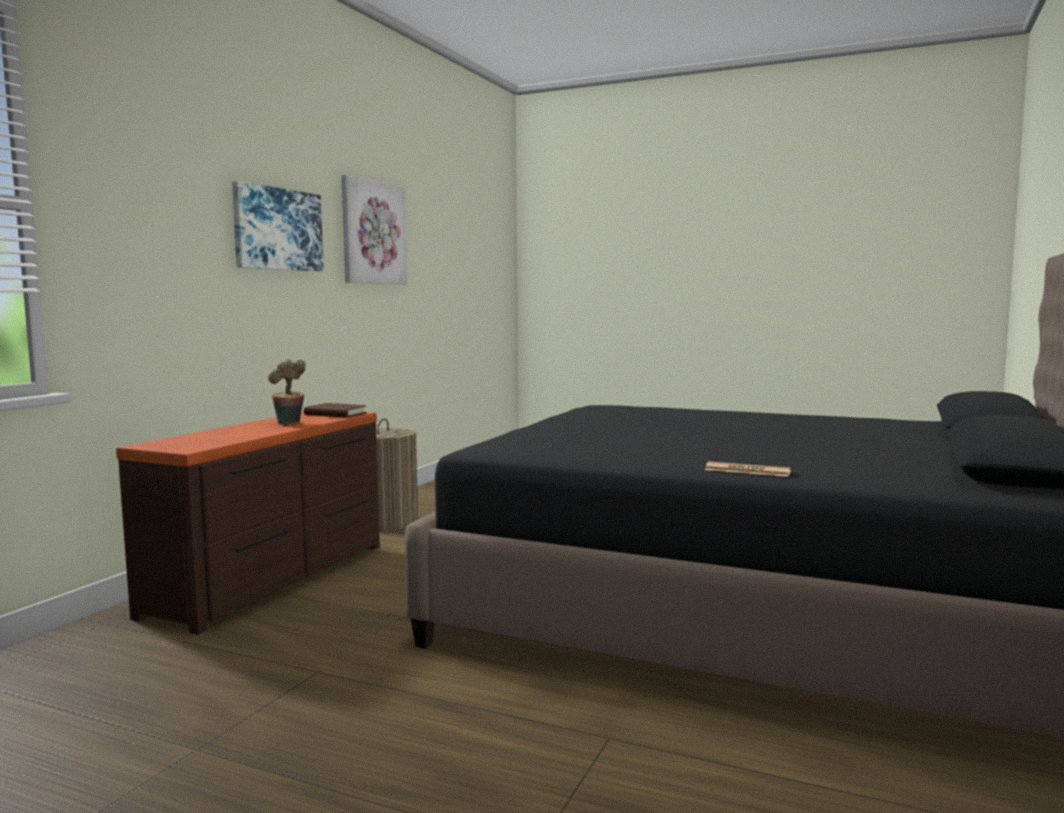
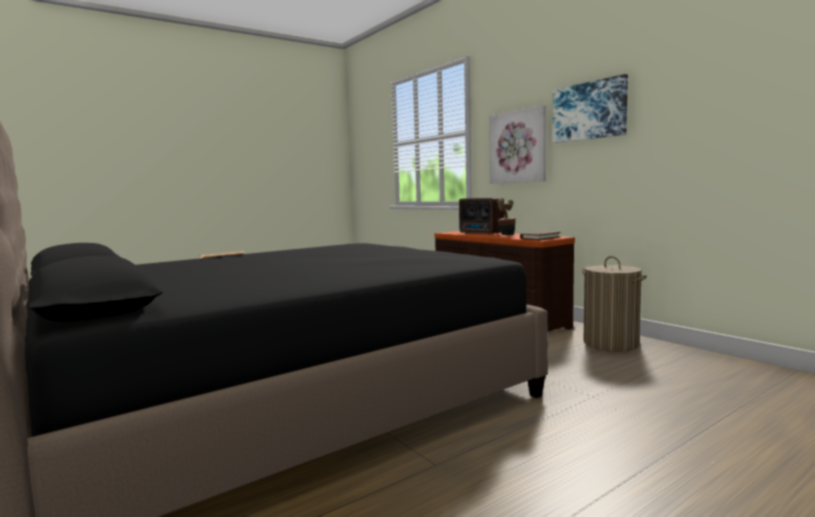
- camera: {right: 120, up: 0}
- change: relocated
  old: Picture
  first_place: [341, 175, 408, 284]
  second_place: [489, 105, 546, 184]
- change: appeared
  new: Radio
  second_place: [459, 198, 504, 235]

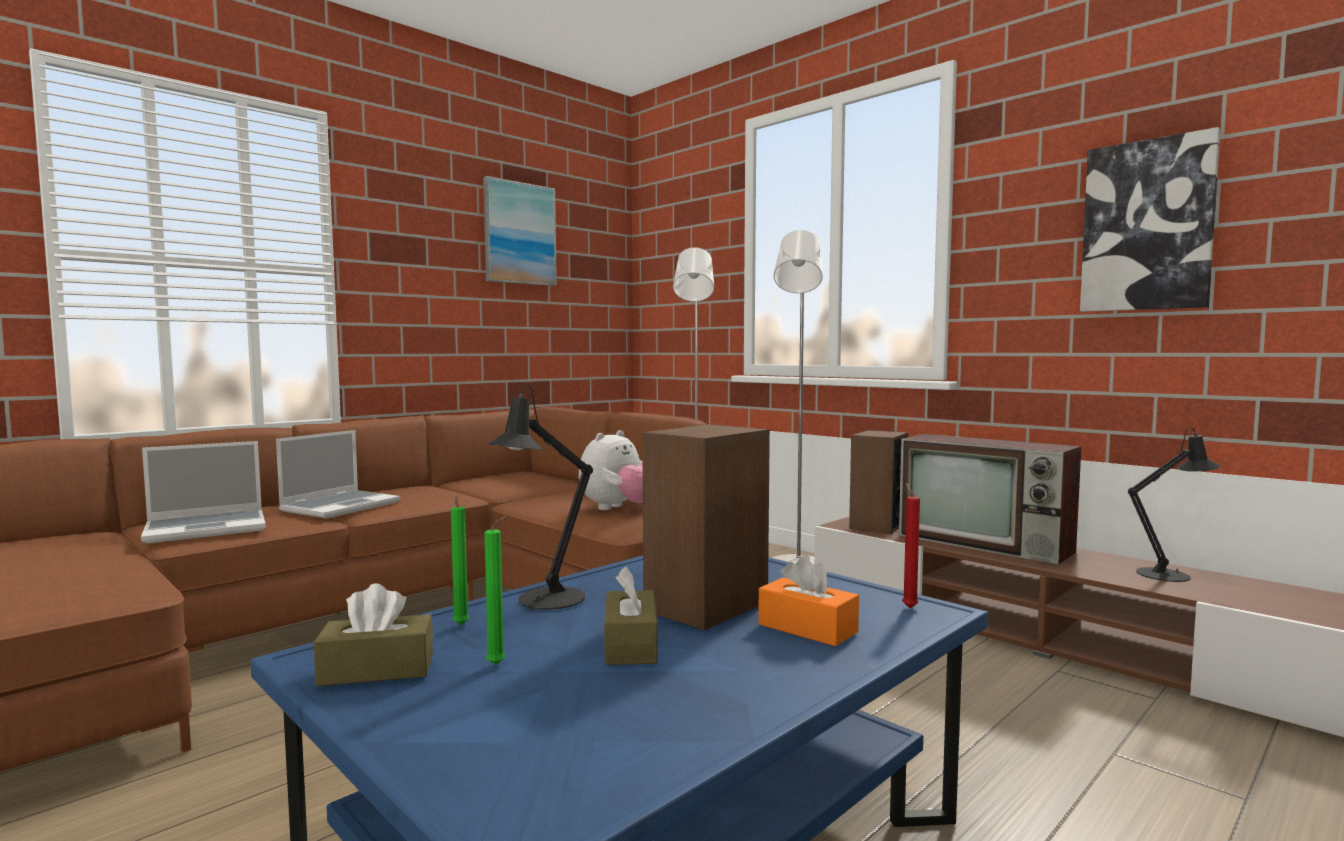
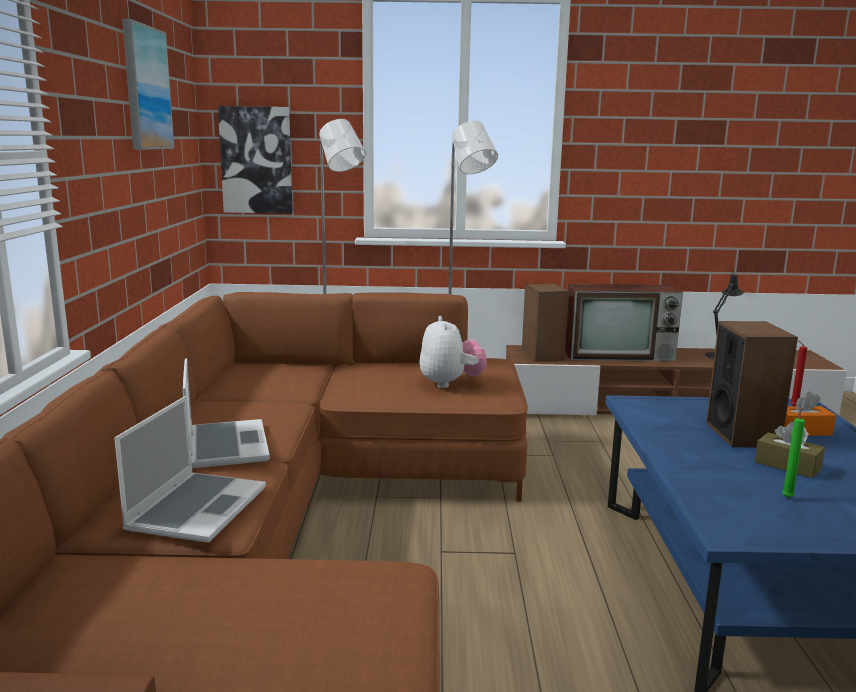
- camera: {right: -45, up: 10}
- change: missing
  old: BrownTissueBox
  first_place: [314, 584, 433, 686]
- change: missing
  old: GreenCandle
  first_place: [451, 492, 470, 625]
- change: missing
  old: BlackTableLamp
  first_place: [488, 384, 593, 610]
- change: relocated
  old: Picture
  first_place: [1080, 127, 1220, 312]
  second_place: [218, 106, 293, 214]

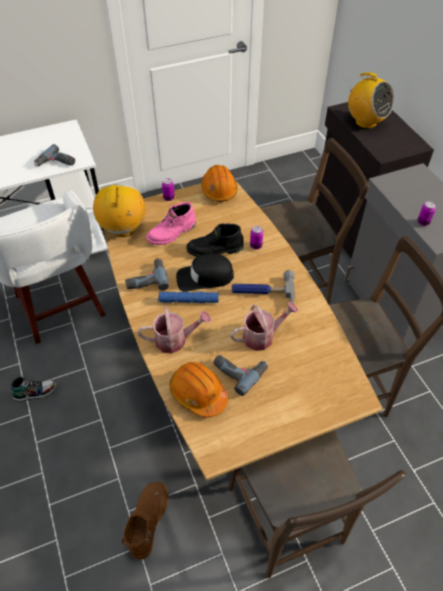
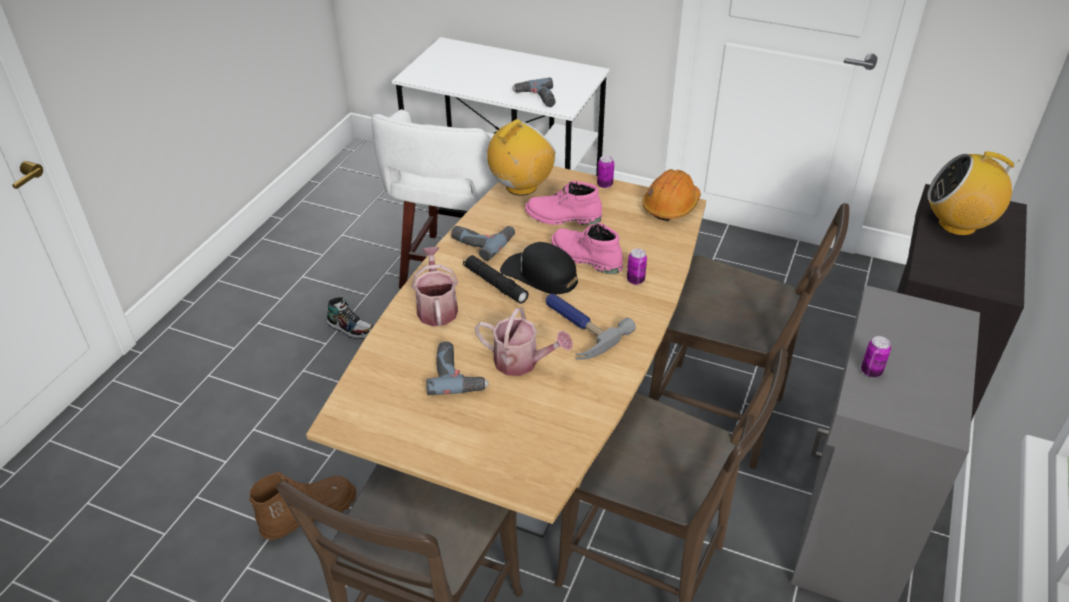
- camera: {right: 45, up: -10}
- change: spun
  old: WateringCan
  first_place: [138, 307, 211, 354]
  second_place: [411, 247, 458, 326]
  degrees: -135
- change: colour
  old: BlueFlashlight
  new: BlackFlashlight
  first_place: [158, 291, 218, 303]
  second_place: [463, 255, 529, 304]
- change: missing
  old: OrangeHardHat
  first_place: [170, 362, 228, 418]
- change: colour
  old: BlackBoot
  new: PinkBoot
  first_place: [186, 223, 244, 257]
  second_place: [551, 223, 623, 274]
- change: spun
  old: Radio
  first_place: [348, 72, 394, 129]
  second_place: [927, 151, 1017, 236]
  degrees: 105

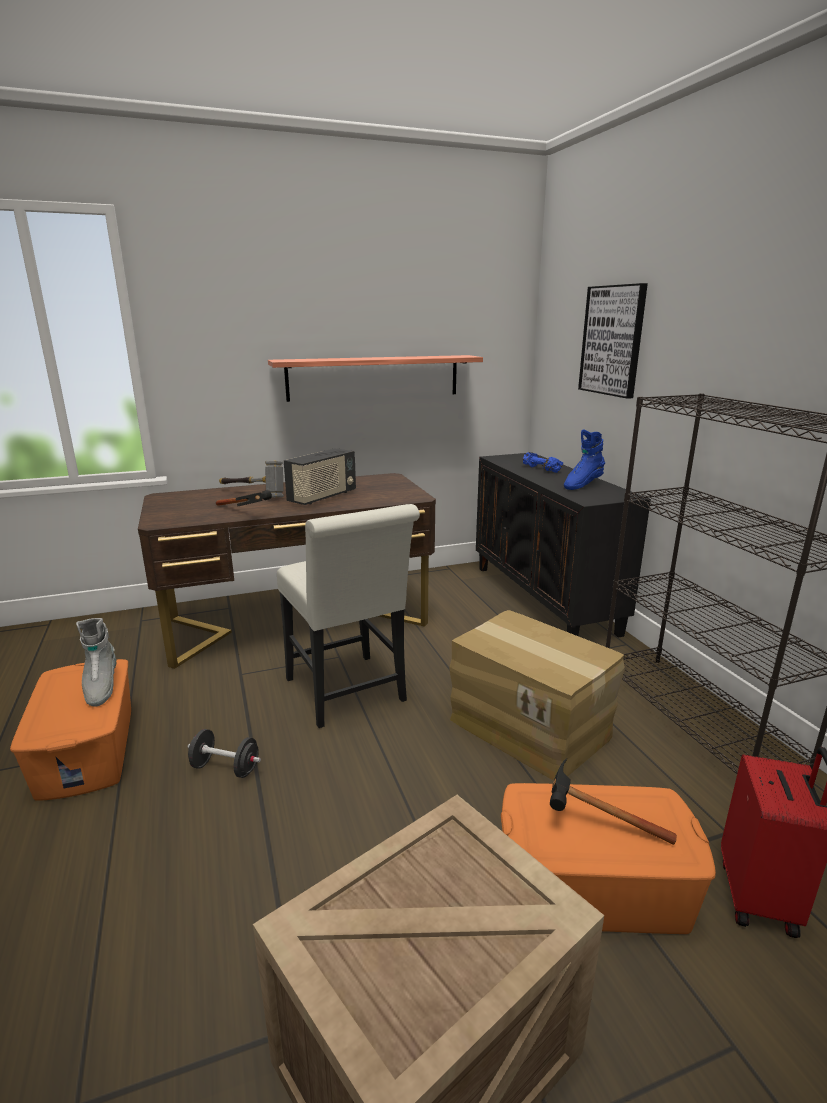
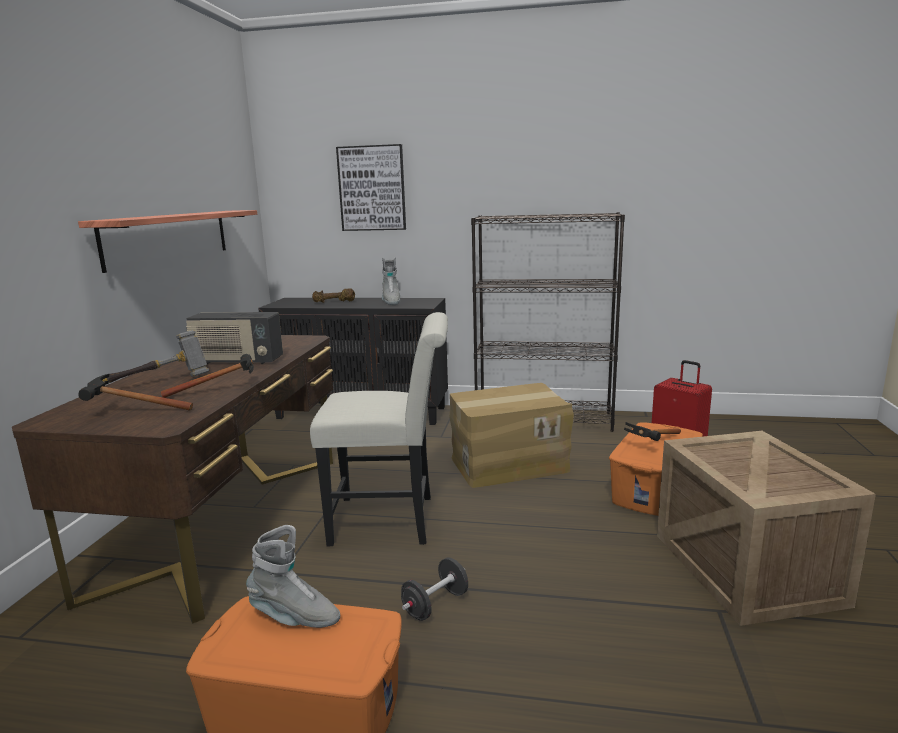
- camera: {right: -60, up: -5}
- change: spun
  old: Radio
  first_place: [284, 448, 356, 505]
  second_place: [186, 312, 283, 364]
  degrees: 120
- change: colour
  old: BlueDumbbell
  new: BrownDumbbell
  first_place: [523, 452, 563, 473]
  second_place: [312, 288, 355, 303]
- change: colour
  old: BlueBoot
  new: GreyBoot
  first_place: [564, 429, 605, 490]
  second_place: [382, 257, 400, 305]
- change: appeared
  new: Hammer
  second_place: [78, 374, 193, 410]

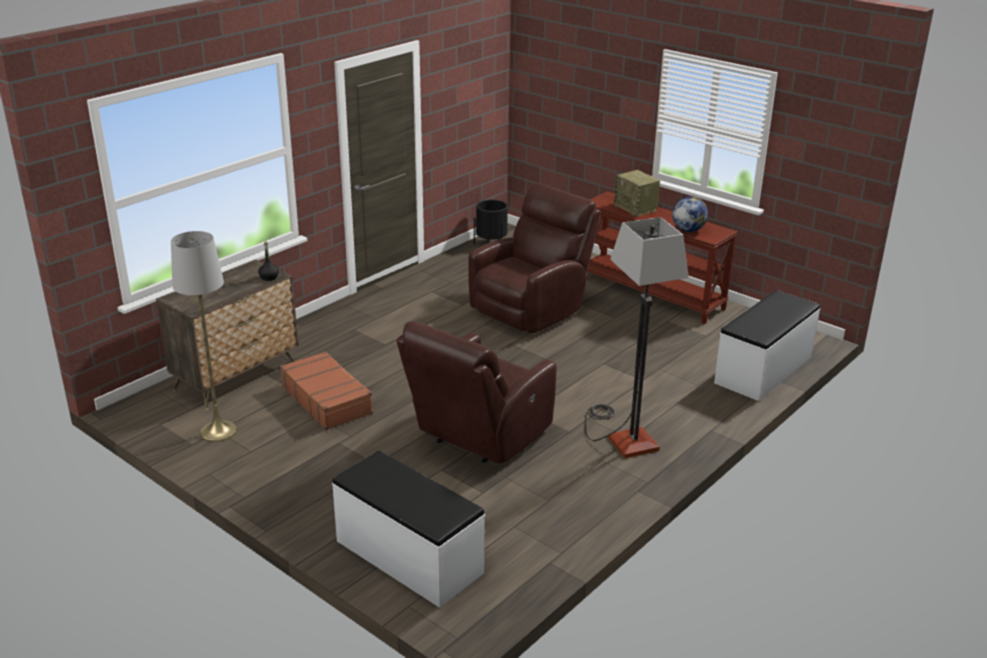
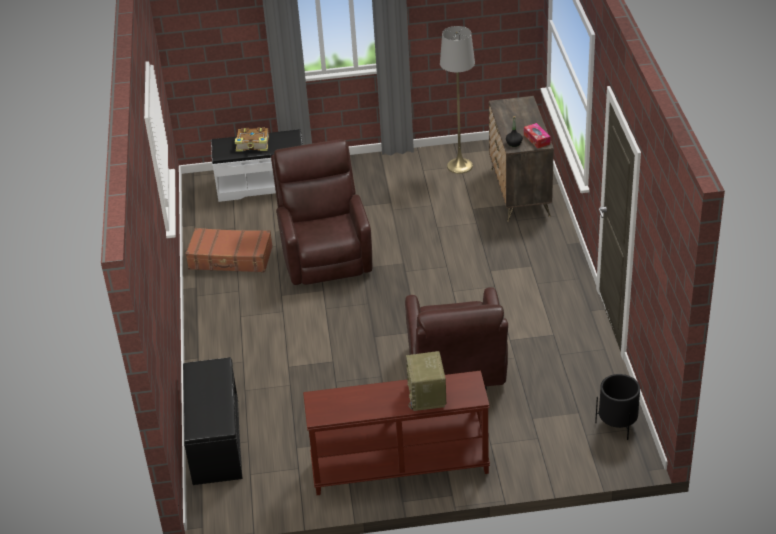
- camera: {right: 135, up: 10}
- change: relocated
  old: BrownSuitcase
  first_place: [280, 351, 373, 430]
  second_place: [185, 228, 273, 273]
- change: missing
  old: FloorLamp
  first_place: [585, 217, 689, 458]
- change: spun
  old: Radio
  first_place: [614, 170, 660, 217]
  second_place: [406, 351, 446, 411]
  degrees: -105
- change: missing
  old: Globe
  first_place: [672, 197, 708, 232]
- change: colour
  old: WhiteBench
  new: BlackBench
  first_place: [714, 290, 820, 401]
  second_place: [183, 357, 243, 485]
- change: appeared
  new: Book
  second_place: [235, 127, 269, 152]
- change: appeared
  new: TissueBox
  second_place: [524, 123, 550, 149]

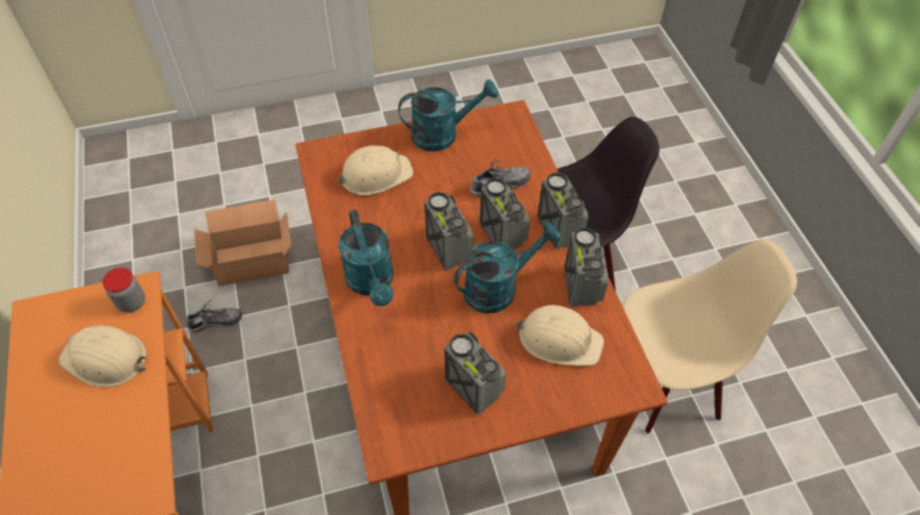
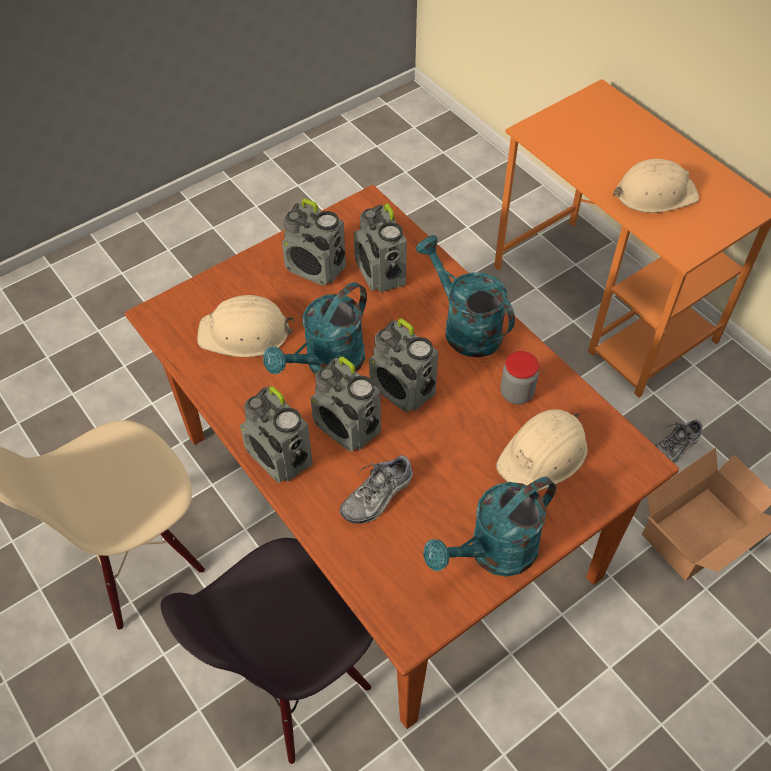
- camera: {right: 160, up: 0}
- change: relocated
  old: Jar
  first_place: [102, 268, 145, 313]
  second_place: [500, 351, 539, 404]
- change: relocated
  old: Radio
  first_place: [564, 227, 608, 307]
  second_place: [354, 203, 407, 292]

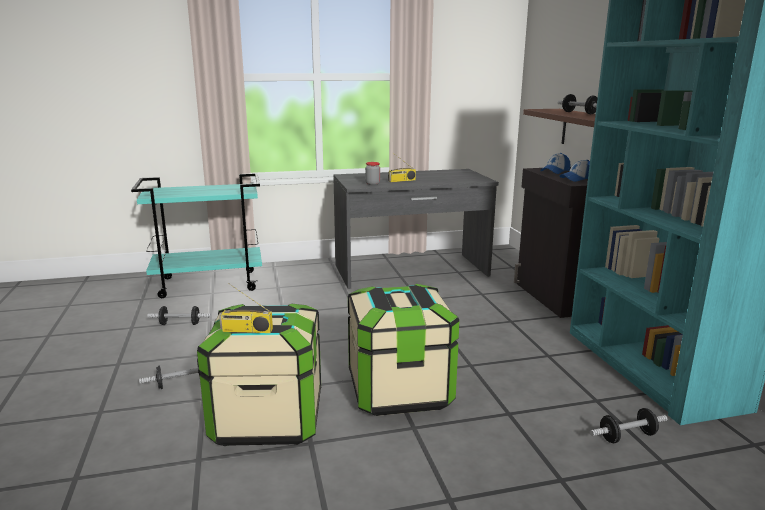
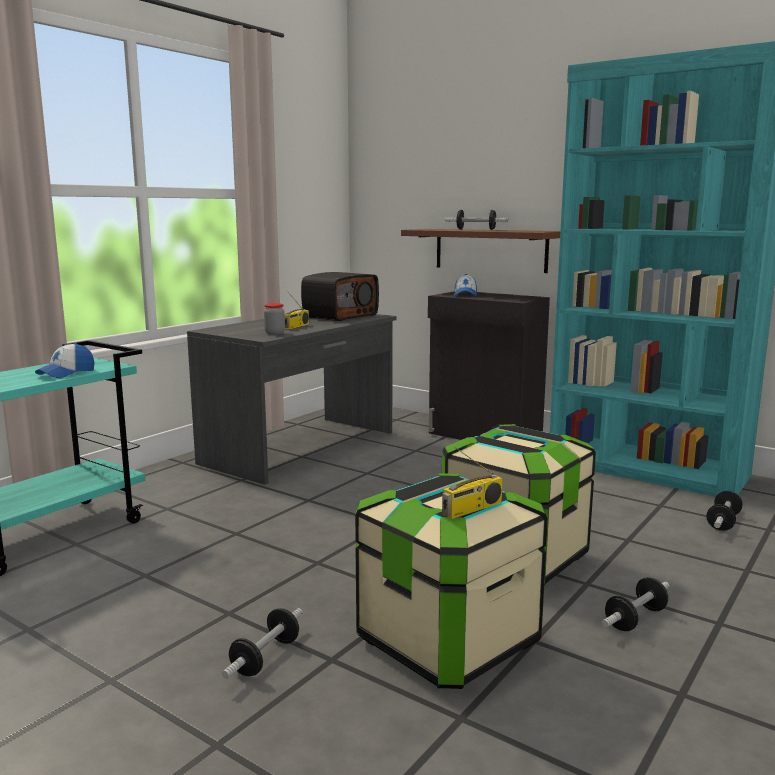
- camera: {right: -40, up: -5}
- change: relocated
  old: Dumbbell
  first_place: [147, 306, 211, 325]
  second_place: [602, 577, 669, 631]
- change: relocated
  old: Cap
  first_place: [560, 160, 590, 182]
  second_place: [35, 343, 94, 378]
- change: appeared
  new: Radio
  second_place: [301, 272, 379, 321]

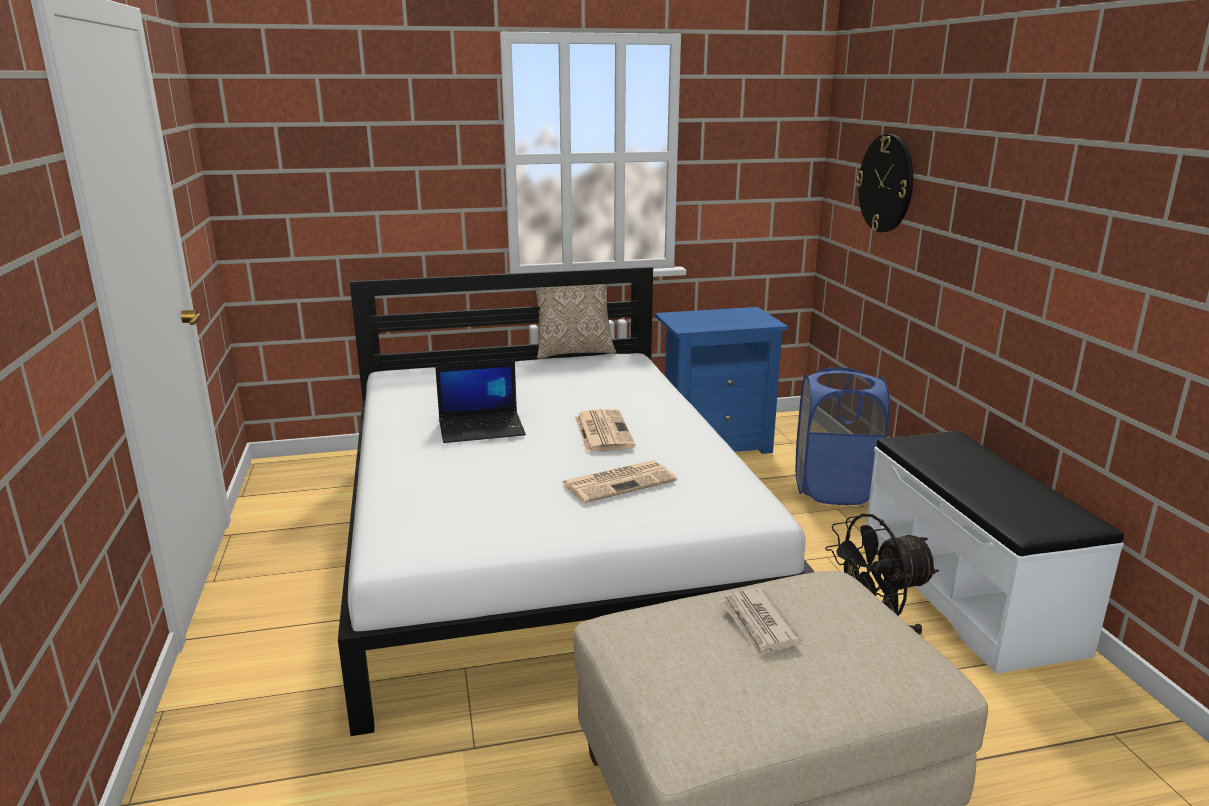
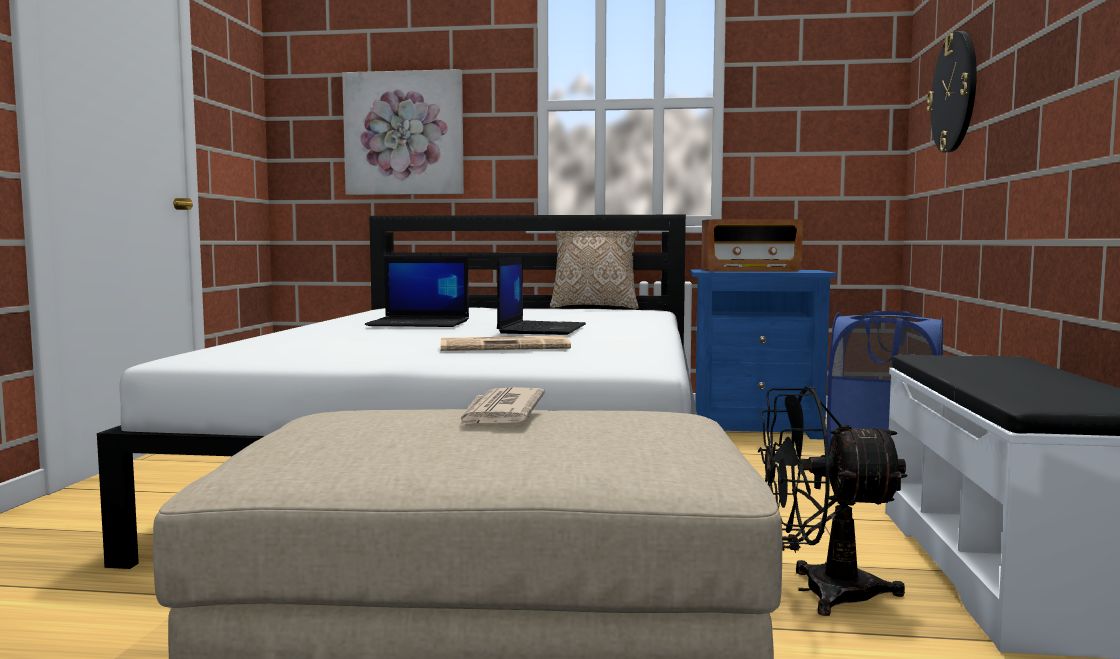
- camera: {right: 20, up: -15}
- change: exchanged
  old: Newspaper
  new: Laptop
  first_place: [575, 409, 635, 452]
  second_place: [497, 257, 586, 335]
- change: appeared
  new: Picture
  second_place: [342, 69, 464, 195]
- change: appeared
  new: Radio
  second_place: [701, 219, 803, 271]

